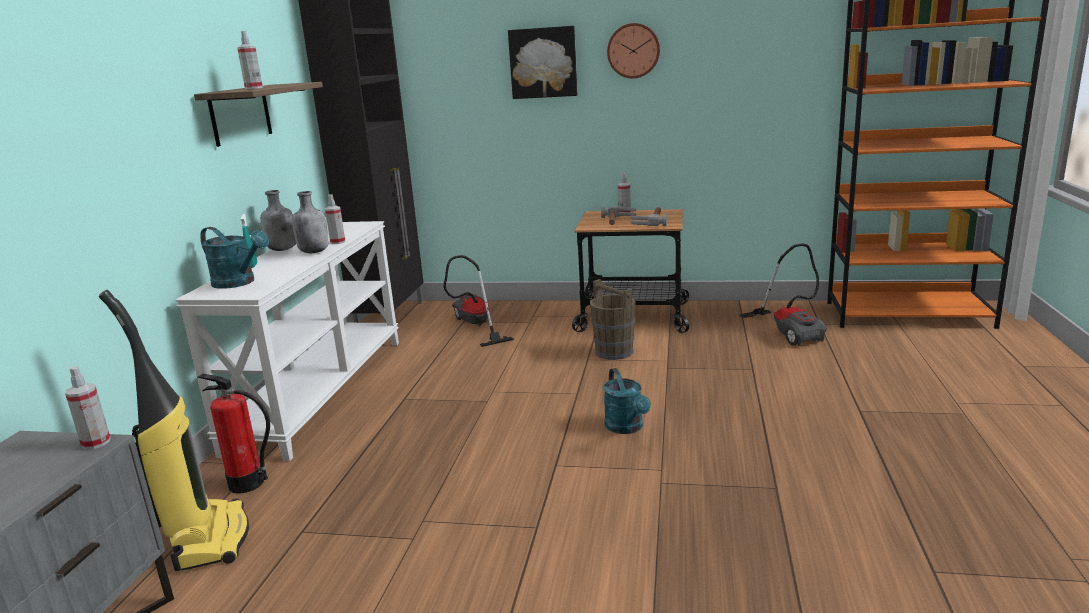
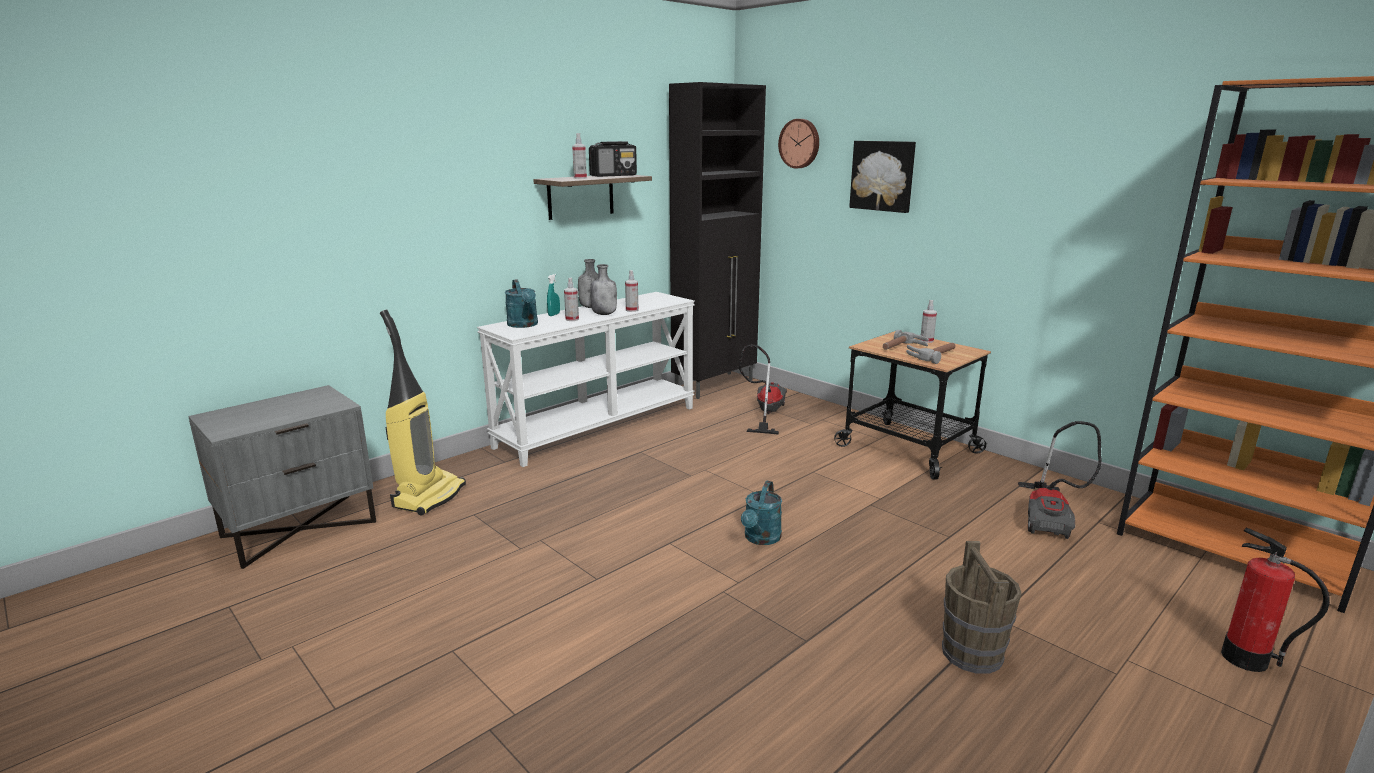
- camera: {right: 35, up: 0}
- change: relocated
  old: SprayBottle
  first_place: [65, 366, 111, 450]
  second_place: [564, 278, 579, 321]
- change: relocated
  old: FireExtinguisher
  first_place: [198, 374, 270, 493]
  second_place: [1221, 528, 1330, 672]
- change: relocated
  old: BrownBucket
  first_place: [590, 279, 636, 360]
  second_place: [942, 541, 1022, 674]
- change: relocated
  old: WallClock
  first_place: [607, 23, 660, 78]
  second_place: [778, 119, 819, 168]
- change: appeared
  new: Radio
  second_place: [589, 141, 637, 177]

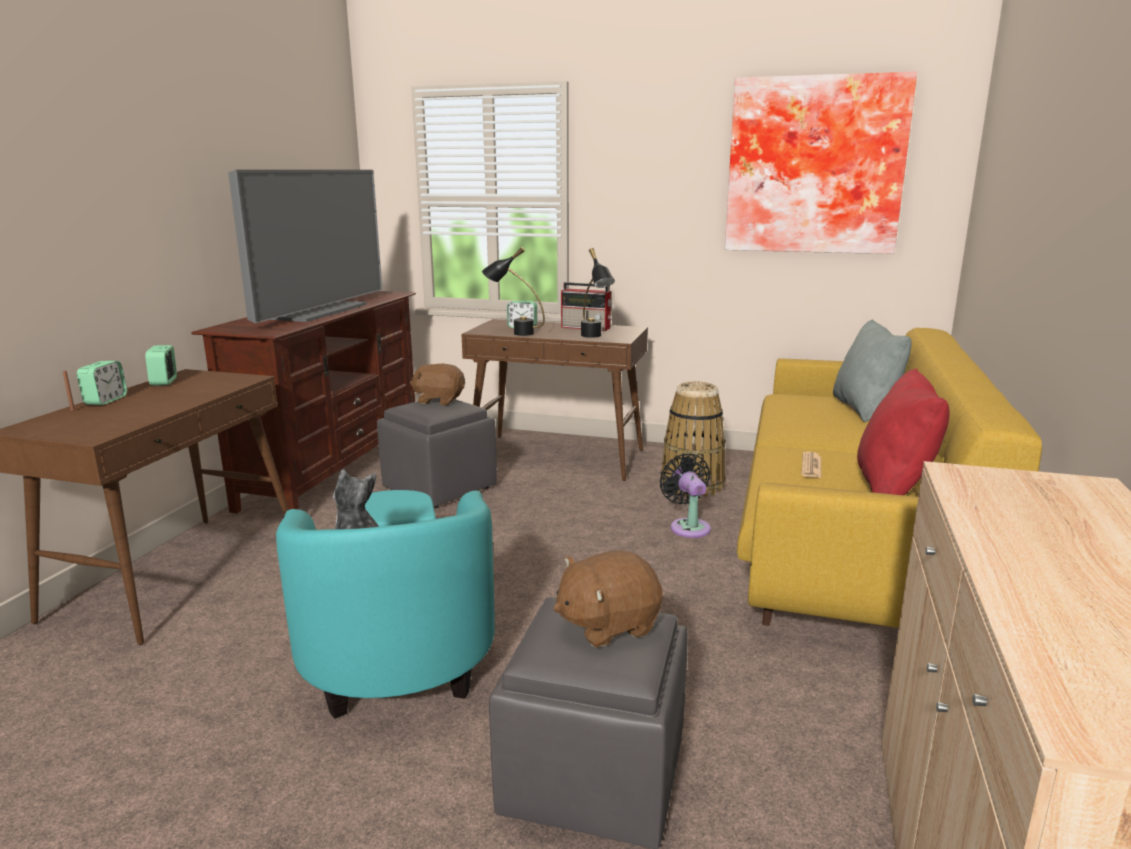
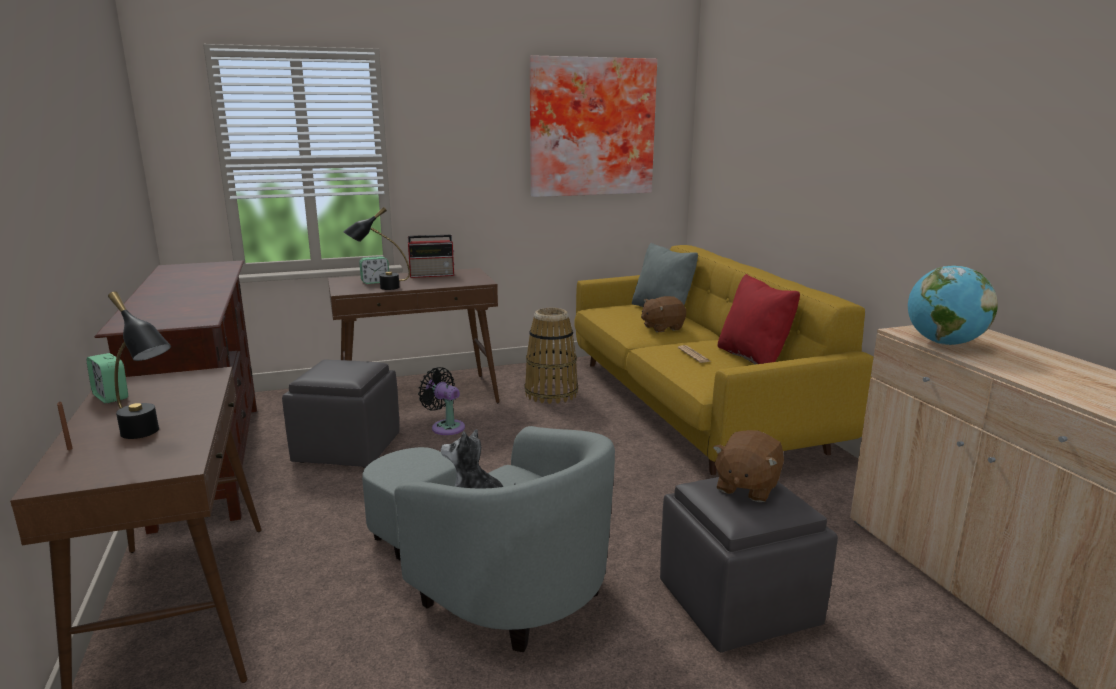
- camera: {right: -35, up: 0}
- change: missing
  old: AlarmClock
  first_place: [77, 361, 127, 405]
- change: missing
  old: Television
  first_place: [228, 170, 382, 323]
- change: colour
  old: TurquoiseArmchair
  new: GreyArmchair
  first_place: [276, 490, 495, 719]
  second_place: [362, 426, 615, 652]
- change: relocated
  old: BrownPlushToy
  first_place: [410, 364, 465, 405]
  second_place: [641, 296, 686, 332]
- change: relocated
  old: BlackTableLamp
  first_place: [581, 248, 615, 338]
  second_place: [108, 292, 171, 439]
- change: relocated
  old: BlackFan
  first_place: [660, 453, 711, 538]
  second_place: [418, 367, 465, 435]
- change: appeared
  new: Globe
  second_place: [908, 265, 998, 345]

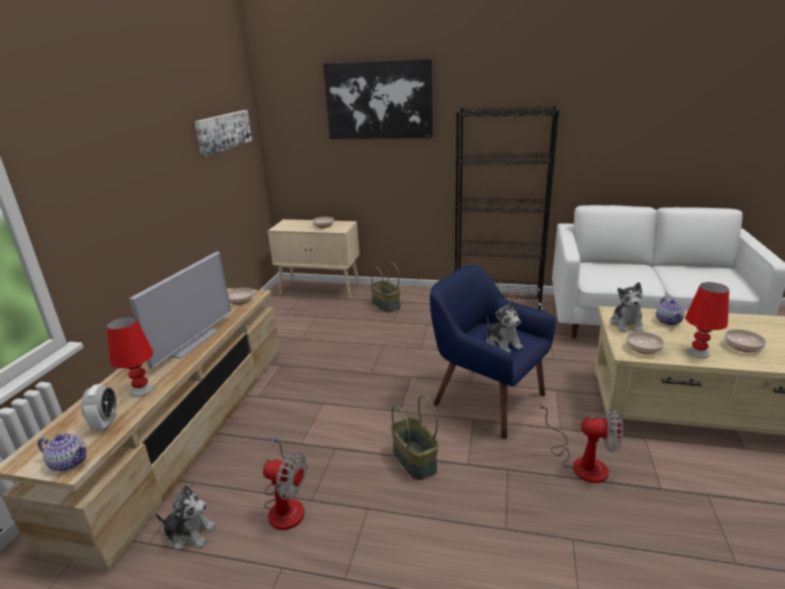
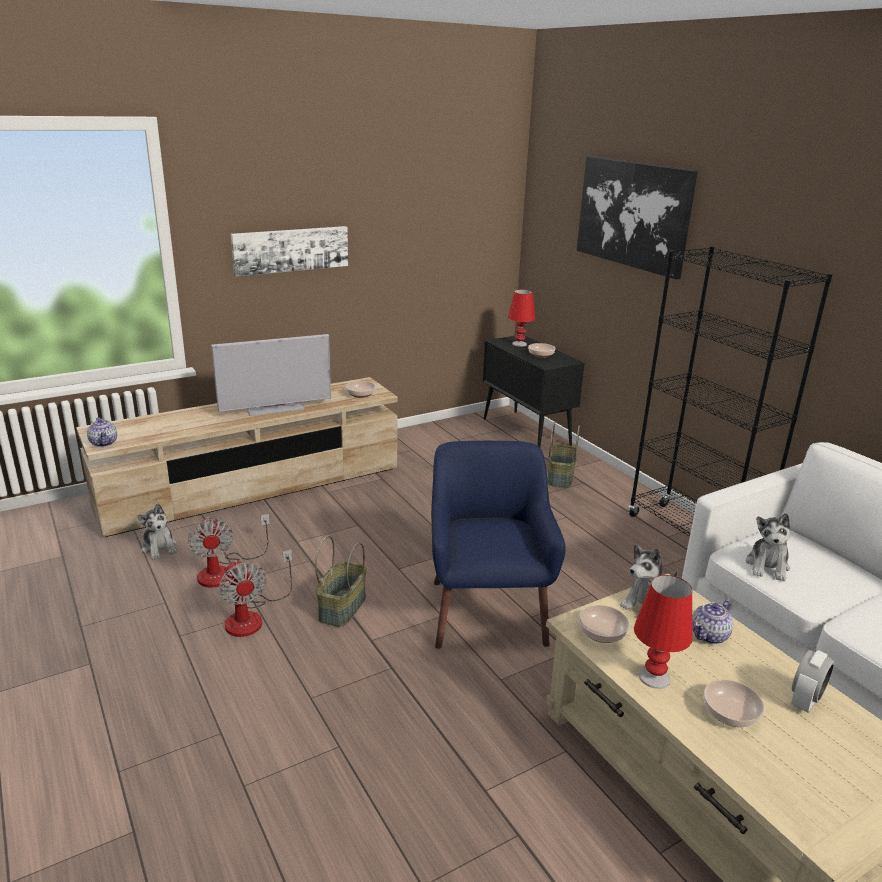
- camera: {right: 45, up: 0}
- change: relocated
  old: AlarmClock
  first_place: [81, 384, 117, 431]
  second_place: [791, 650, 835, 713]
- change: relocated
  old: RedTableLamp
  first_place: [107, 316, 154, 397]
  second_place: [508, 289, 535, 347]
- change: relocated
  old: Picture
  first_place: [194, 110, 252, 157]
  second_place: [231, 226, 348, 276]
- change: colour
  old: BeigeCabinet
  new: BlackCabinet
  first_place: [268, 219, 360, 299]
  second_place: [483, 334, 584, 447]
- change: relocated
  old: PlushToy
  first_place: [486, 300, 523, 353]
  second_place: [746, 513, 790, 581]
- change: relocated
  old: Fan
  first_place: [541, 400, 623, 483]
  second_place: [218, 549, 292, 637]

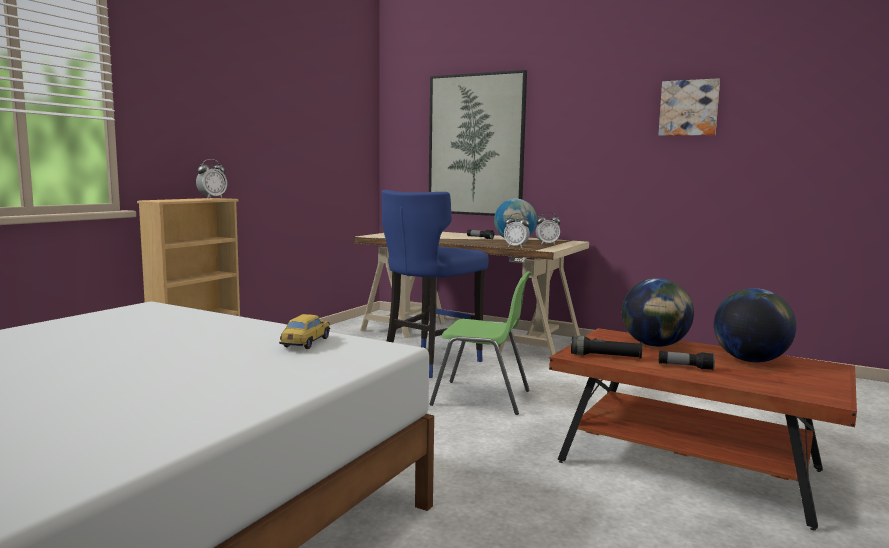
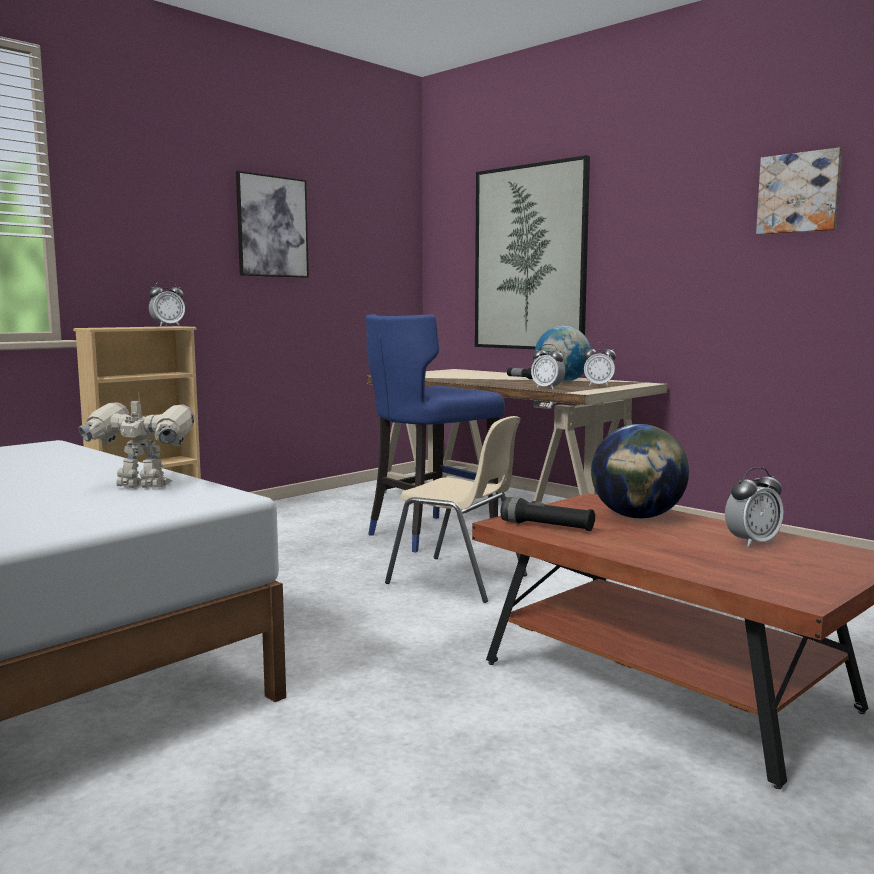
- camera: {right: 15, up: 0}
- change: exchanged
  old: ToyCar
  new: ToyRobot
  first_place: [279, 314, 330, 349]
  second_place: [78, 392, 195, 488]
- change: colour
  old: GreenChair
  new: BeigeChair
  first_place: [430, 271, 531, 415]
  second_place: [385, 416, 527, 603]
- change: missing
  old: Flashlight
  first_place: [659, 351, 715, 370]
- change: exchanged
  old: Globe
  new: AlarmClock
  first_place: [714, 288, 796, 363]
  second_place: [725, 467, 784, 547]
- change: appeared
  new: Picture
  second_place: [236, 171, 309, 278]

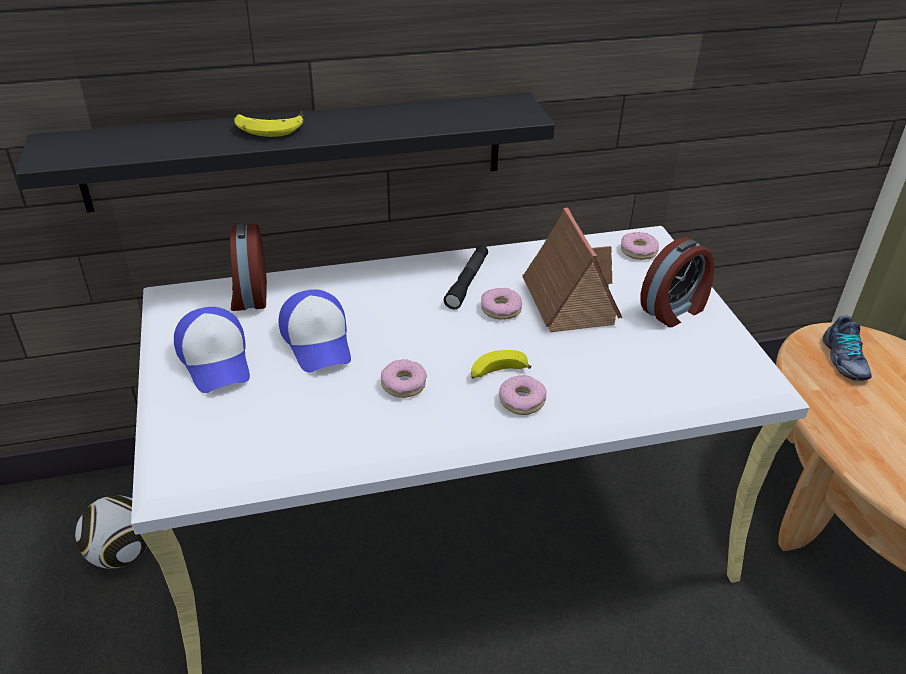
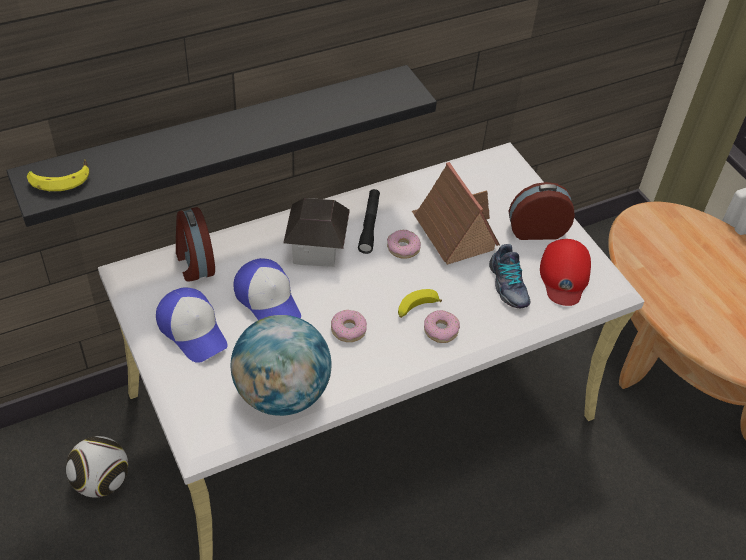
- camera: {right: -15, up: 10}
- change: relocated
  old: Banana
  first_place: [234, 111, 303, 137]
  second_place: [27, 159, 89, 191]
- change: missing
  old: Donut
  first_place: [621, 232, 659, 260]
- change: spun
  old: AlarmClock
  first_place: [640, 237, 714, 327]
  second_place: [509, 182, 575, 240]
  degrees: -135
- change: relocated
  old: Shoe
  first_place: [823, 316, 872, 381]
  second_place: [489, 244, 530, 308]
- change: appeared
  new: Globe
  second_place: [230, 315, 332, 416]
- change: appeared
  new: ToyHouse
  second_place: [283, 198, 350, 267]
- change: appeared
  new: RedCap
  second_place: [540, 239, 591, 306]

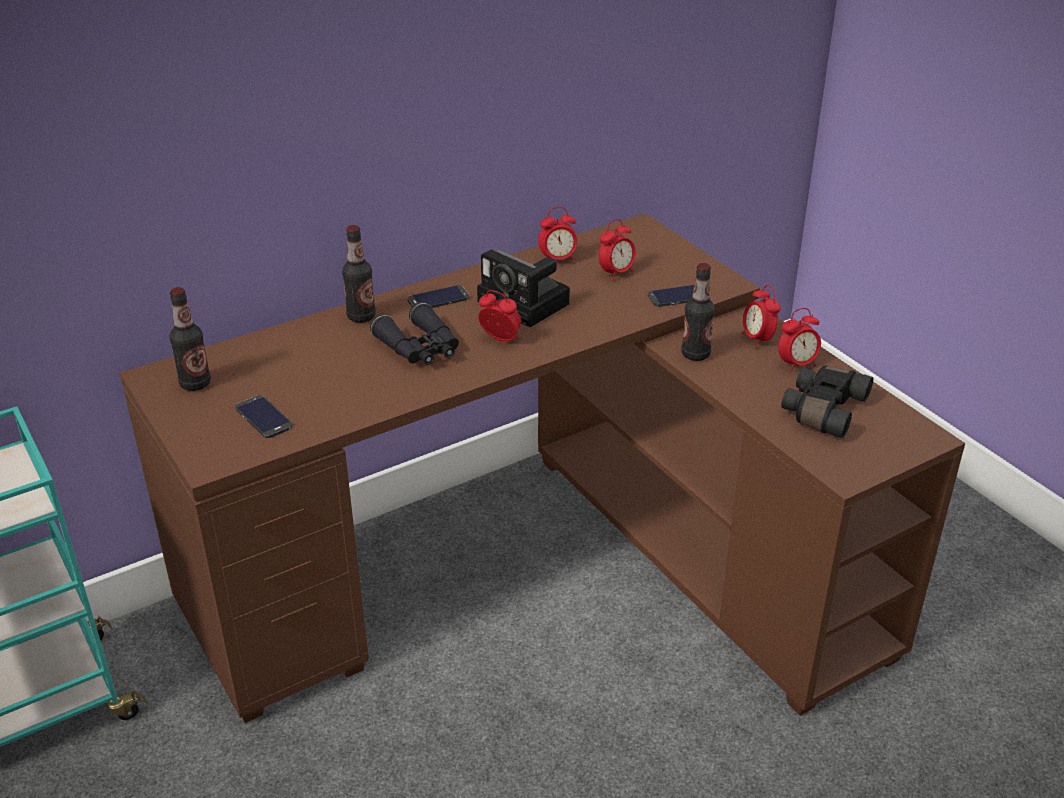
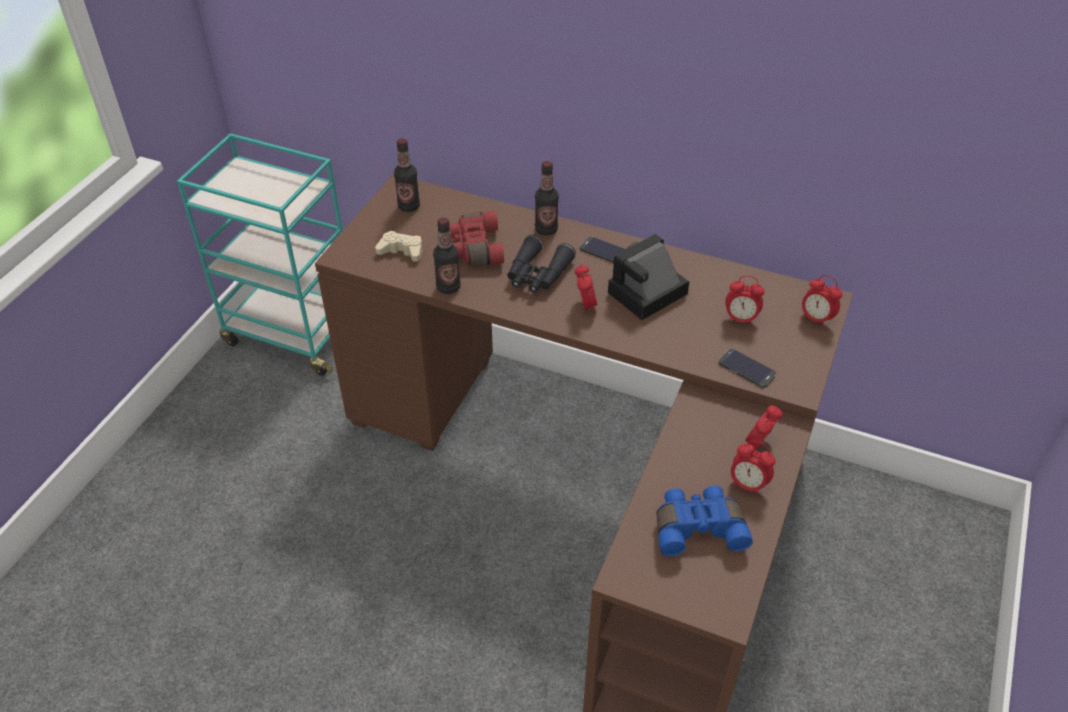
- camera: {right: 55, up: 10}
- change: exchanged
  old: Phone
  new: BeigeGameController
  first_place: [235, 395, 293, 438]
  second_place: [375, 231, 423, 262]
- change: spun
  old: PhotoCamera
  first_place: [477, 250, 570, 327]
  second_place: [608, 234, 689, 320]
  degrees: 45
- change: relocated
  old: AlarmClock
  first_place: [538, 207, 577, 262]
  second_place: [801, 275, 842, 329]
- change: relocated
  old: Bottle
  first_place: [682, 263, 715, 361]
  second_place: [433, 217, 461, 294]
- change: colour
  old: BlackBinoculars
  new: BlueBinoculars
  first_place: [781, 365, 873, 438]
  second_place: [657, 486, 753, 556]
- change: appeared
  new: RedBinoculars
  second_place: [449, 211, 504, 265]

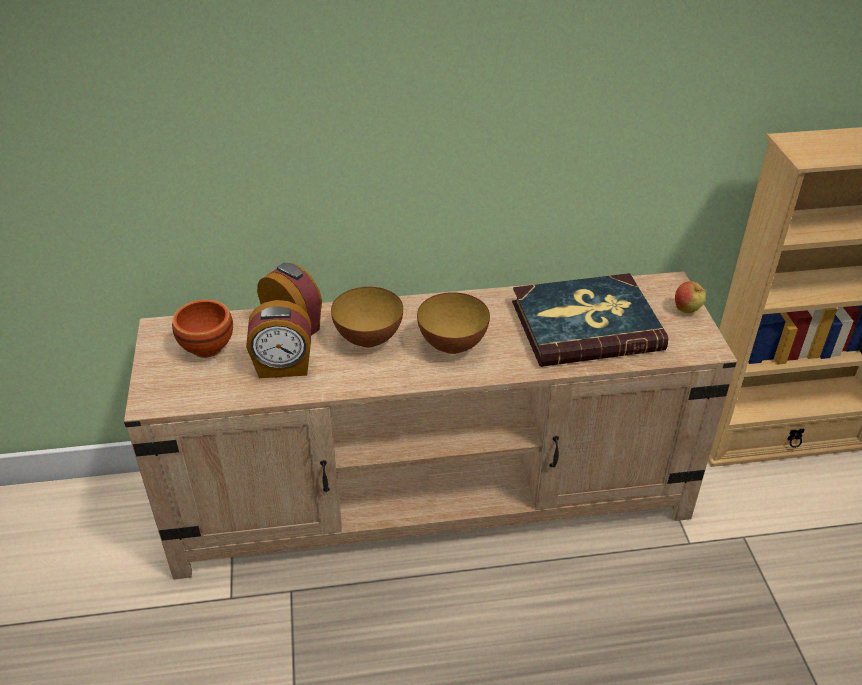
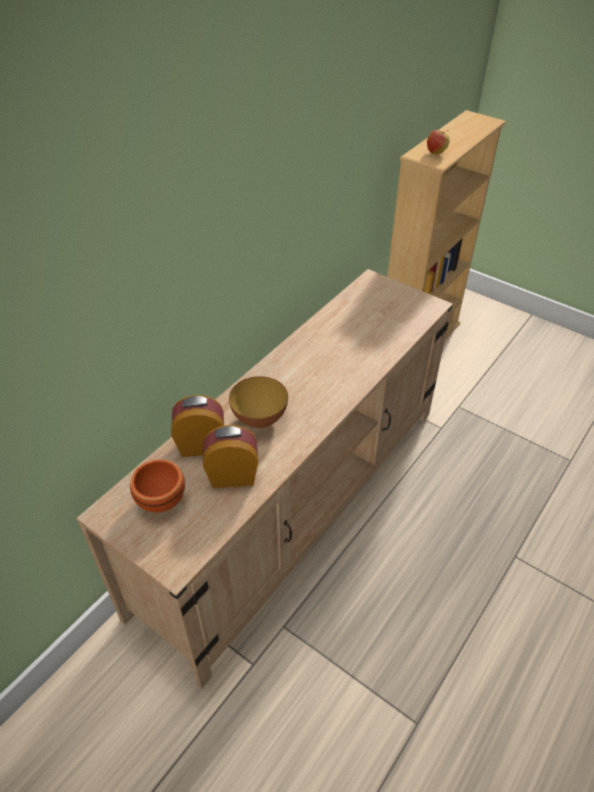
- camera: {right: -45, up: 5}
- change: spun
  old: AlarmClock
  first_place: [246, 300, 311, 378]
  second_place: [203, 425, 258, 488]
  degrees: -135
- change: missing
  old: Bowl
  first_place: [417, 292, 490, 354]
- change: missing
  old: Book
  first_place: [512, 273, 668, 367]
- change: relocated
  old: Apple
  first_place: [675, 281, 707, 313]
  second_place: [427, 130, 450, 154]

